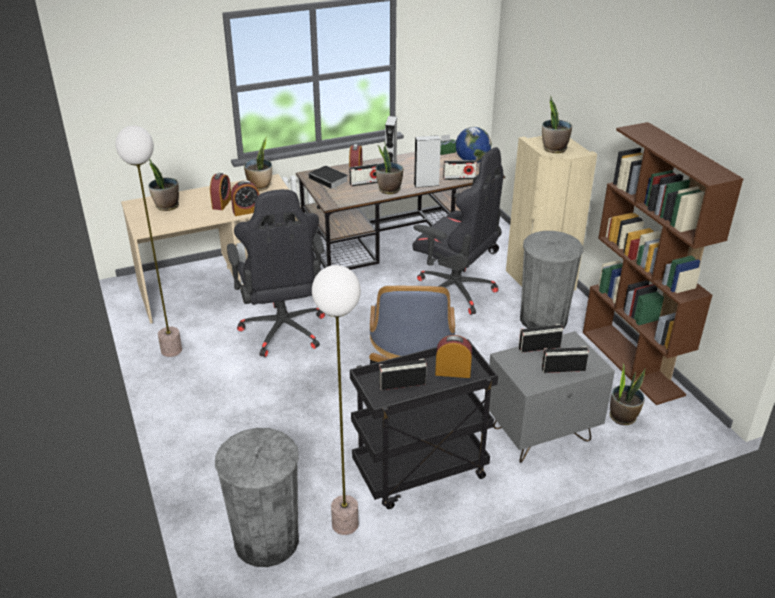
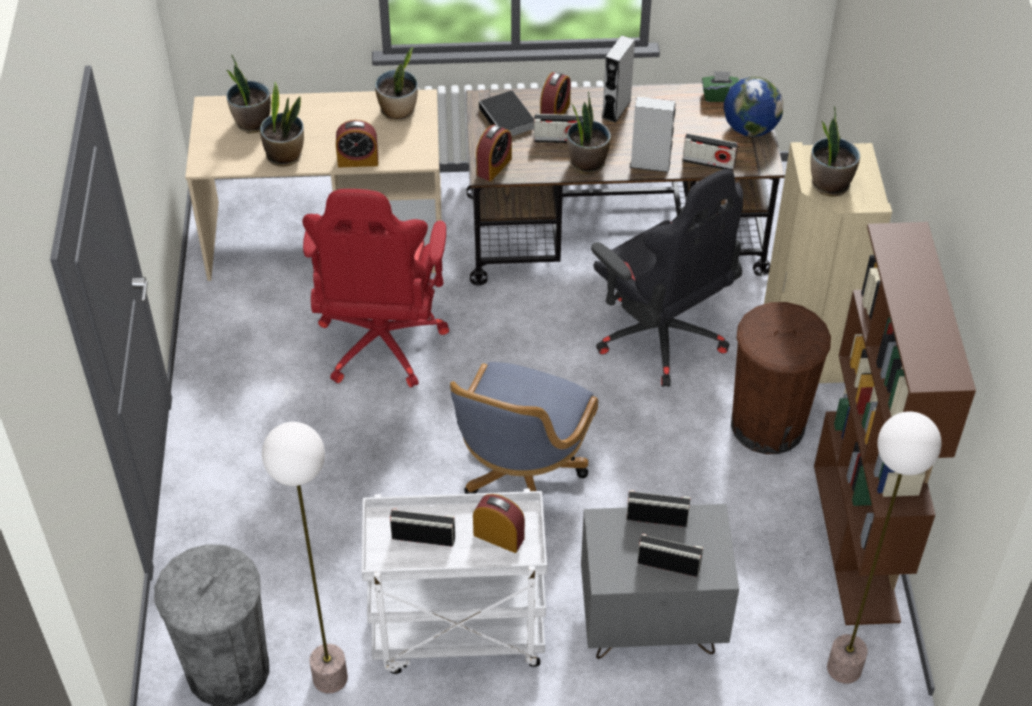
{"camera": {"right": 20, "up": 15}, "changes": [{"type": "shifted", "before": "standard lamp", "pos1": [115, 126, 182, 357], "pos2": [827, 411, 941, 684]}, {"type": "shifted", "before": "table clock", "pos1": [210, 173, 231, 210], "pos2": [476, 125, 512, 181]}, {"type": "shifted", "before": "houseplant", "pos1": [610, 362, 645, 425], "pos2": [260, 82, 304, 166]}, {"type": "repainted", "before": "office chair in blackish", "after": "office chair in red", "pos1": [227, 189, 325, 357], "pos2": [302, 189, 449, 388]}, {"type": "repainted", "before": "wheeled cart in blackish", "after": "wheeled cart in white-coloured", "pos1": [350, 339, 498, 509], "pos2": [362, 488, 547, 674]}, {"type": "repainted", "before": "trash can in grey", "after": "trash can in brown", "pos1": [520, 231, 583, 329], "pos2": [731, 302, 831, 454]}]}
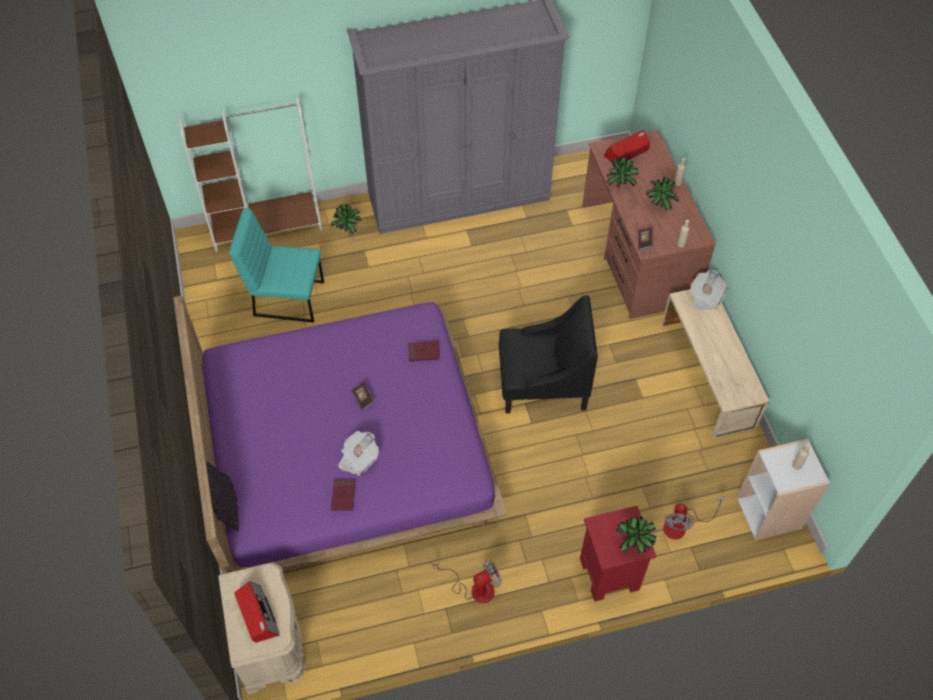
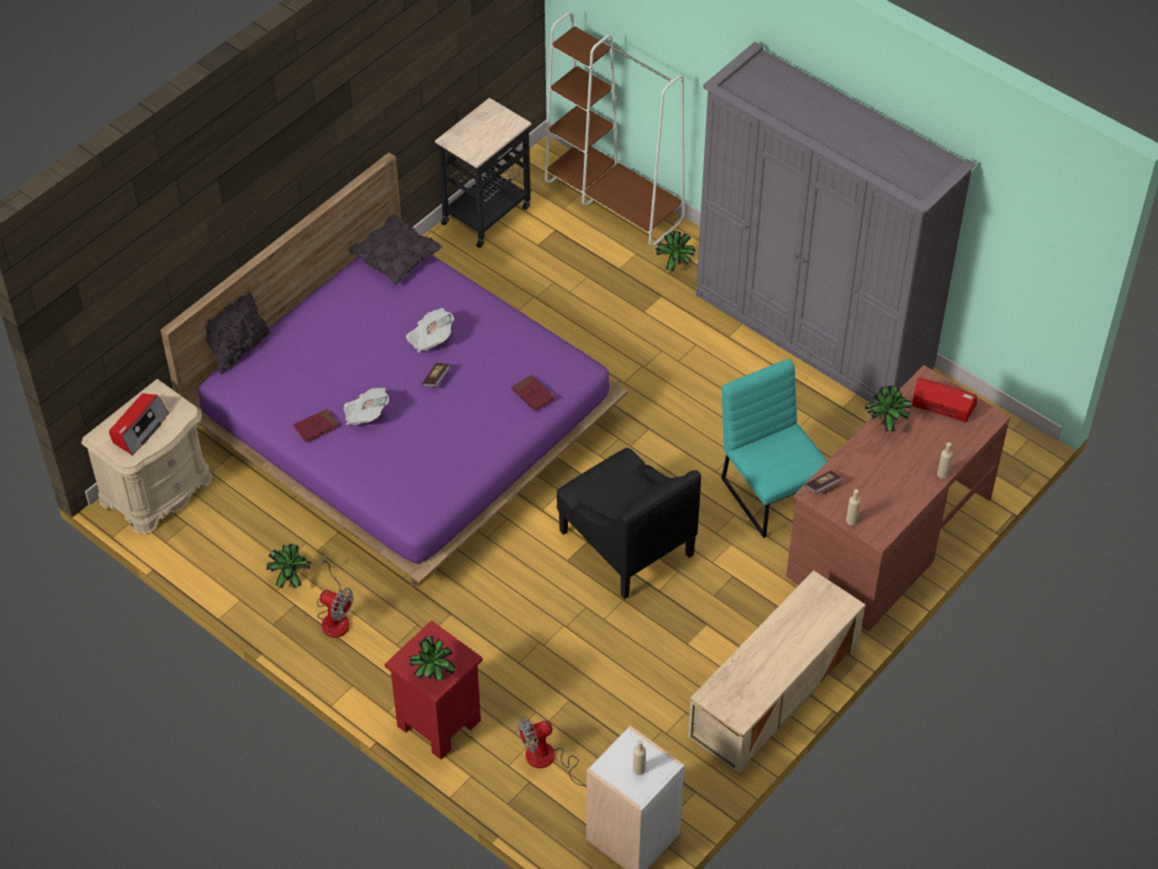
{"camera": {"right": 55, "up": -5}, "changes": [{"type": "new", "after": "throw pillow in blackish", "pos2": [348, 214, 442, 285]}, {"type": "new", "after": "wheeled cart", "pos2": [435, 98, 532, 248]}, {"type": "shifted", "before": "upright chair in turquoise-coloured", "pos1": [229, 208, 324, 323], "pos2": [721, 359, 827, 538]}, {"type": "shifted", "before": "houseplant", "pos1": [646, 177, 679, 211], "pos2": [267, 544, 311, 589]}, {"type": "shifted", "before": "newspaper", "pos1": [690, 270, 728, 310], "pos2": [406, 308, 454, 353]}]}
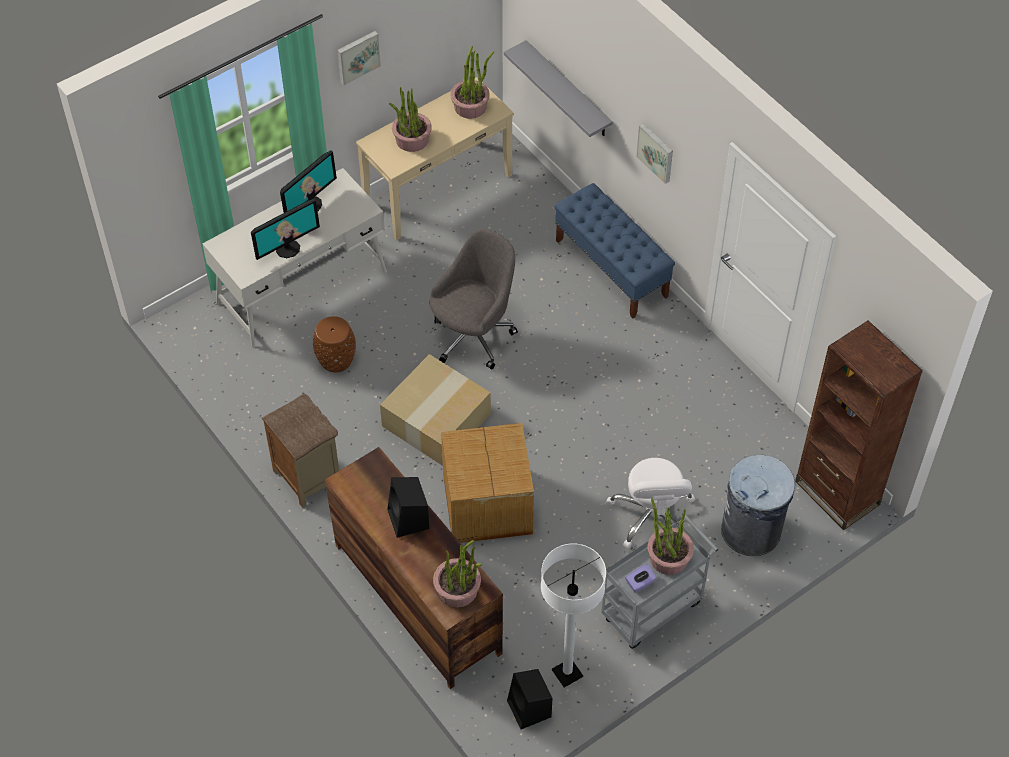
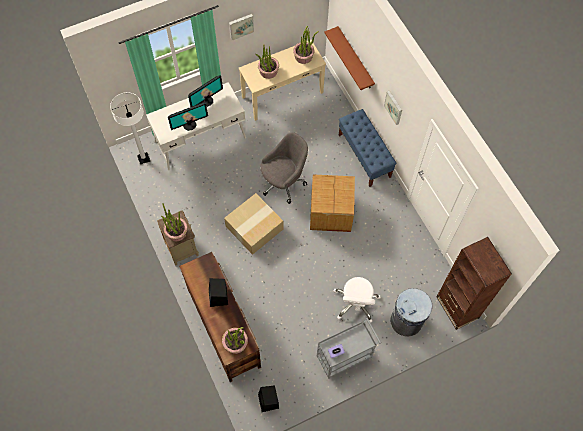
{"camera": {"right": 10, "up": 10}, "changes": [{"type": "gone", "before": "stool seat in brown", "pos1": [313, 316, 356, 372]}, {"type": "shifted", "before": "carton", "pos1": [441, 423, 534, 543], "pos2": [310, 174, 355, 232]}, {"type": "shifted", "before": "standard lamp in white-coloured", "pos1": [541, 543, 606, 687], "pos2": [110, 92, 150, 164]}, {"type": "shifted", "before": "houseplant", "pos1": [648, 498, 694, 575], "pos2": [161, 203, 188, 241]}, {"type": "repainted", "before": "wall shelf in grey", "after": "wall shelf in brown", "pos1": [504, 40, 613, 137], "pos2": [324, 26, 375, 90]}]}
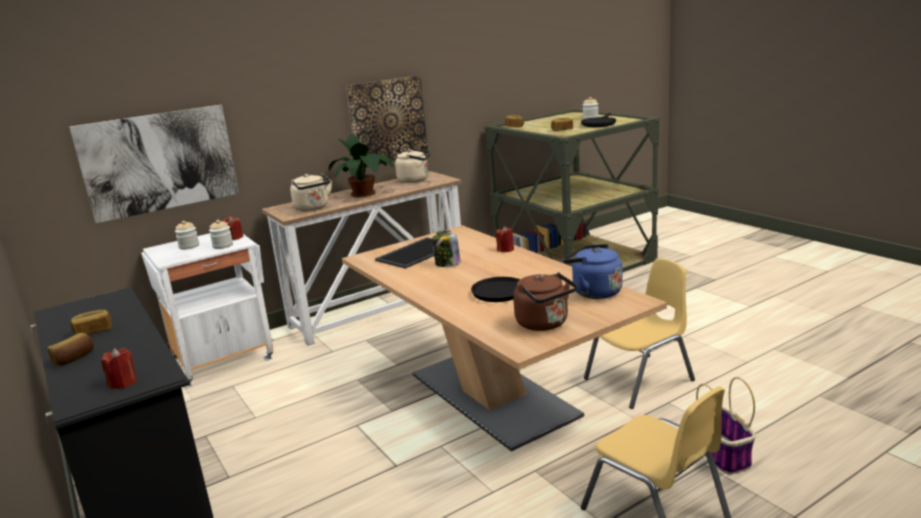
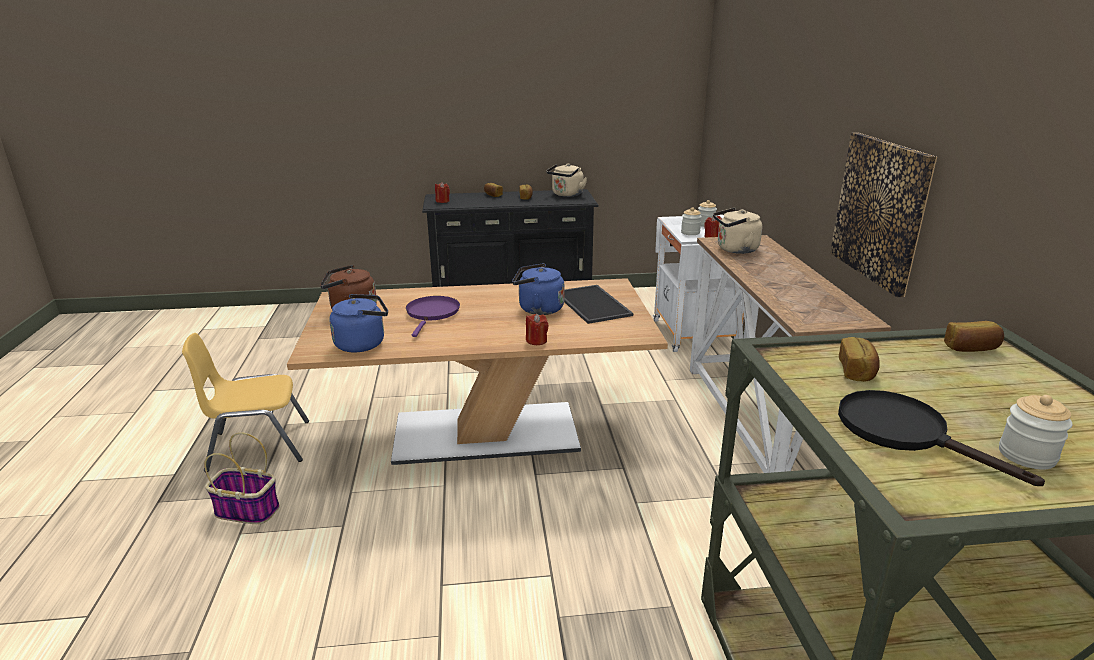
{"camera": {"right": 115, "up": 5}, "changes": [{"type": "gone", "before": "picture", "pos1": [69, 105, 239, 223]}, {"type": "gone", "before": "houseplant", "pos1": [329, 123, 394, 197]}, {"type": "gone", "before": "upright chair in yellow", "pos1": [584, 258, 695, 409]}, {"type": "shifted", "before": "tea kettle in beige", "pos1": [395, 149, 431, 183], "pos2": [546, 163, 587, 197]}, {"type": "swapped", "before": "jar", "after": "tea kettle in blue", "pos1": [432, 230, 460, 267], "pos2": [512, 263, 565, 315]}, {"type": "repainted", "before": "skillet in blackish", "after": "skillet in purplish", "pos1": [471, 274, 558, 302], "pos2": [406, 296, 460, 337]}]}
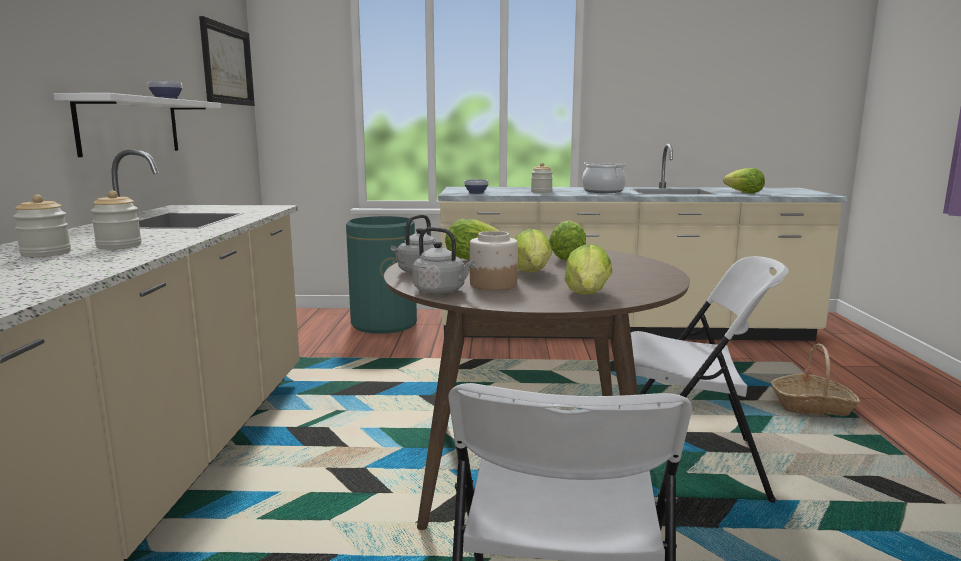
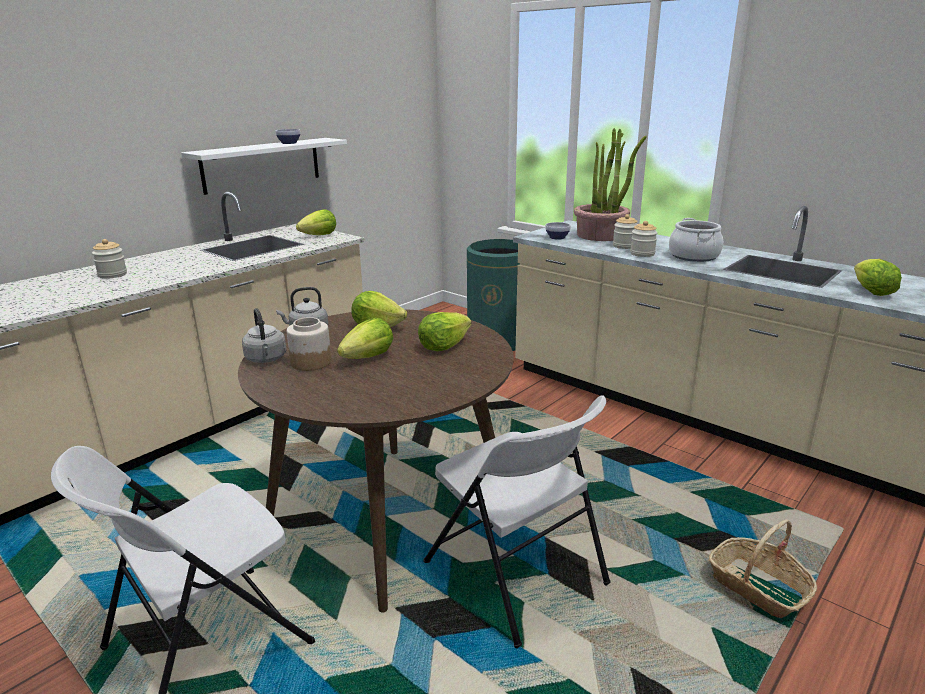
{"camera": {"right": 40, "up": 10}, "changes": [{"type": "gone", "before": "picture", "pos1": [199, 16, 255, 106]}, {"type": "new", "after": "houseplant", "pos2": [574, 128, 647, 241]}, {"type": "shifted", "before": "jar", "pos1": [91, 191, 142, 249], "pos2": [630, 221, 658, 257]}, {"type": "shifted", "before": "lettuce head", "pos1": [565, 244, 612, 295], "pos2": [296, 209, 336, 235]}]}
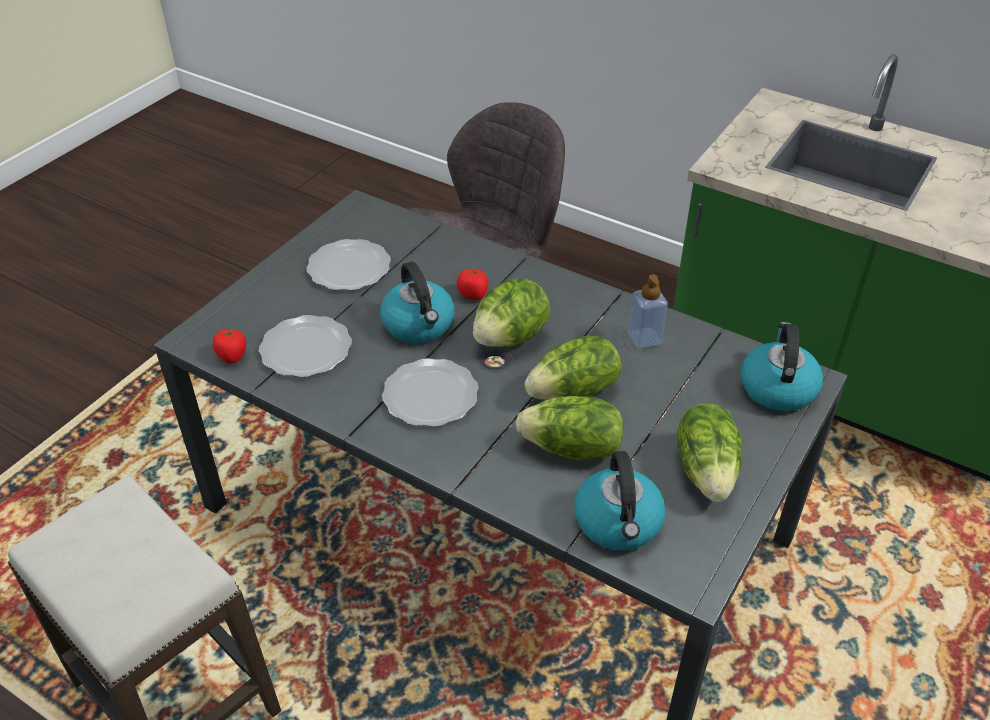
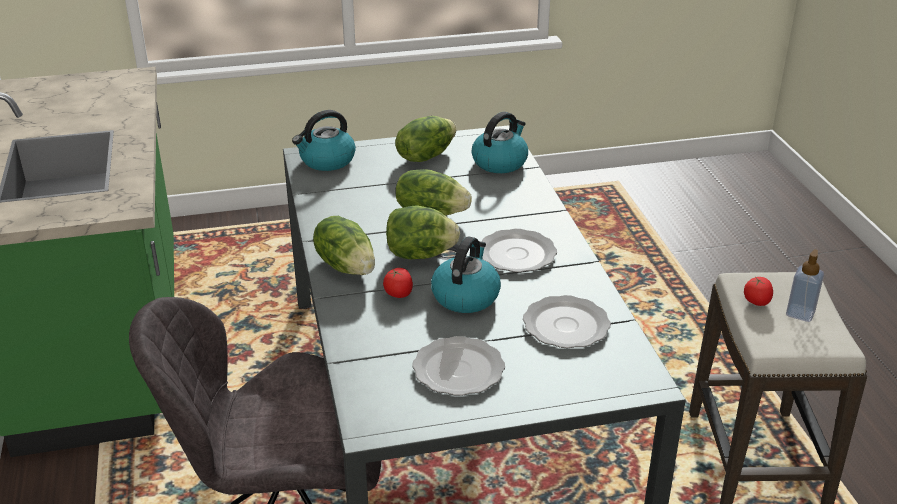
{"camera": {"right": -135, "up": -10}, "changes": [{"type": "shifted", "before": "tomato", "pos1": [213, 329, 246, 363], "pos2": [744, 277, 773, 306]}, {"type": "shifted", "before": "lettuce head", "pos1": [516, 396, 624, 460], "pos2": [313, 216, 375, 275]}, {"type": "shifted", "before": "liquid soap bottle", "pos1": [628, 274, 668, 348], "pos2": [786, 249, 824, 322]}]}
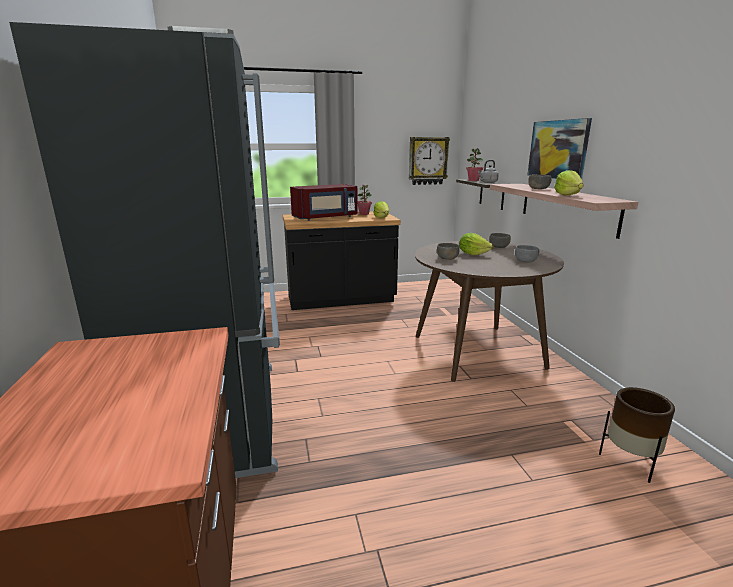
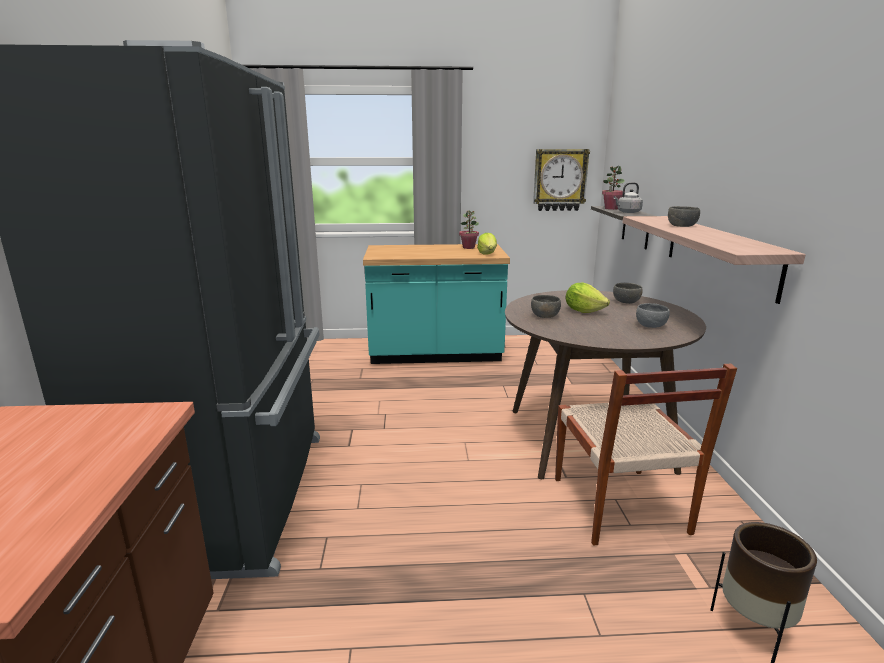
{"camera": {"right": 10, "up": 0}, "changes": [{"type": "gone", "before": "microwave in red", "pos1": [290, 184, 358, 221]}, {"type": "gone", "before": "picture", "pos1": [528, 118, 592, 179]}, {"type": "gone", "before": "lettuce head", "pos1": [554, 170, 583, 196]}, {"type": "new", "after": "upright chair", "pos2": [555, 364, 737, 546]}, {"type": "repainted", "before": "counter in blackish", "after": "counter in turquoise-coloured", "pos1": [283, 211, 401, 310], "pos2": [363, 244, 510, 364]}]}
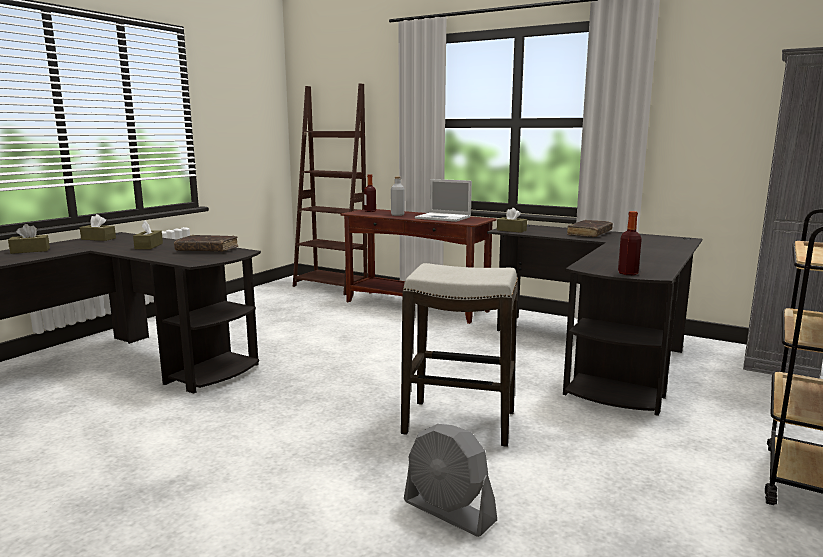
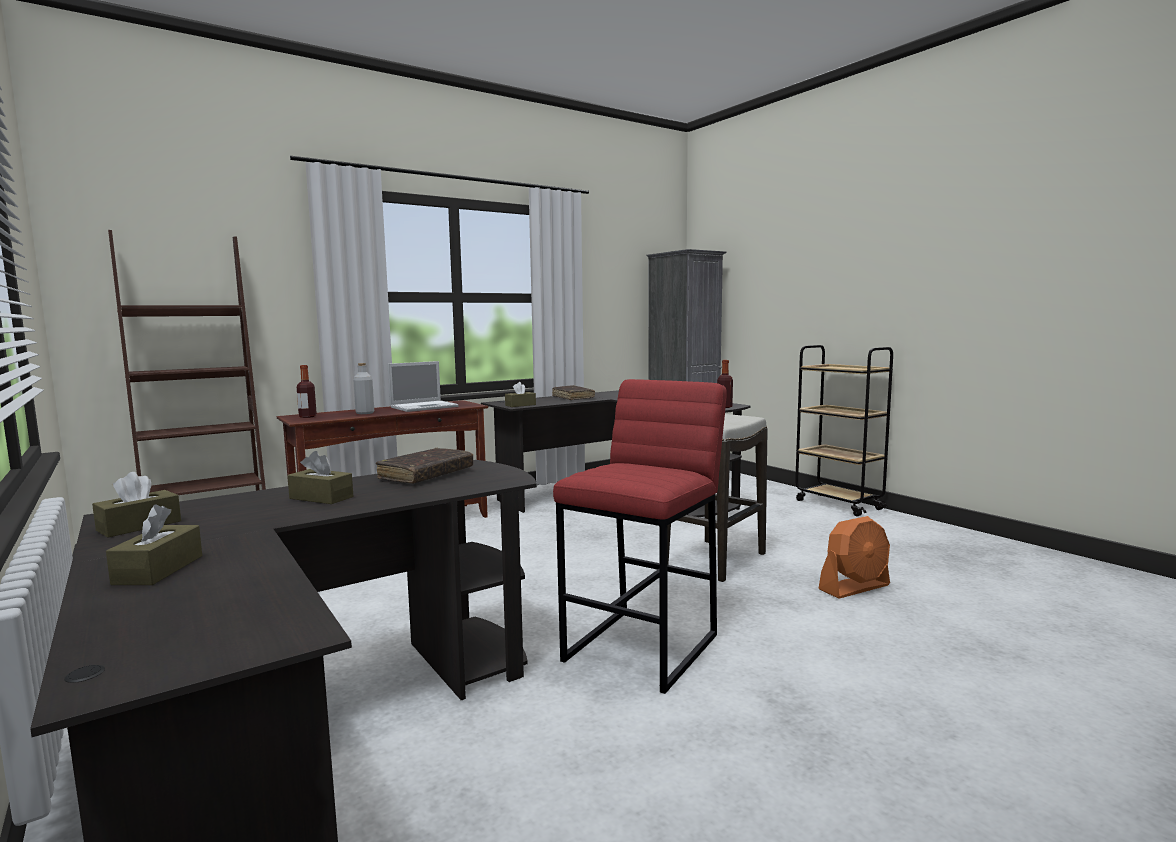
{"camera": {"right": -65, "up": -5}, "changes": [{"type": "new", "after": "stool seat in red", "pos2": [553, 379, 727, 694]}, {"type": "repainted", "before": "cooling fan in grey", "after": "cooling fan in orangey", "pos1": [404, 424, 497, 537], "pos2": [818, 516, 890, 599]}]}
